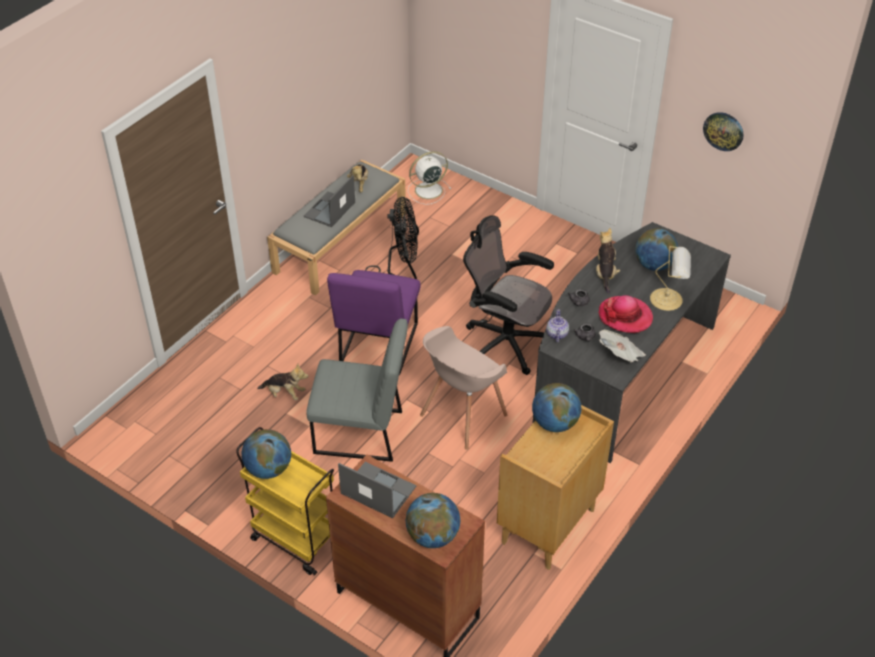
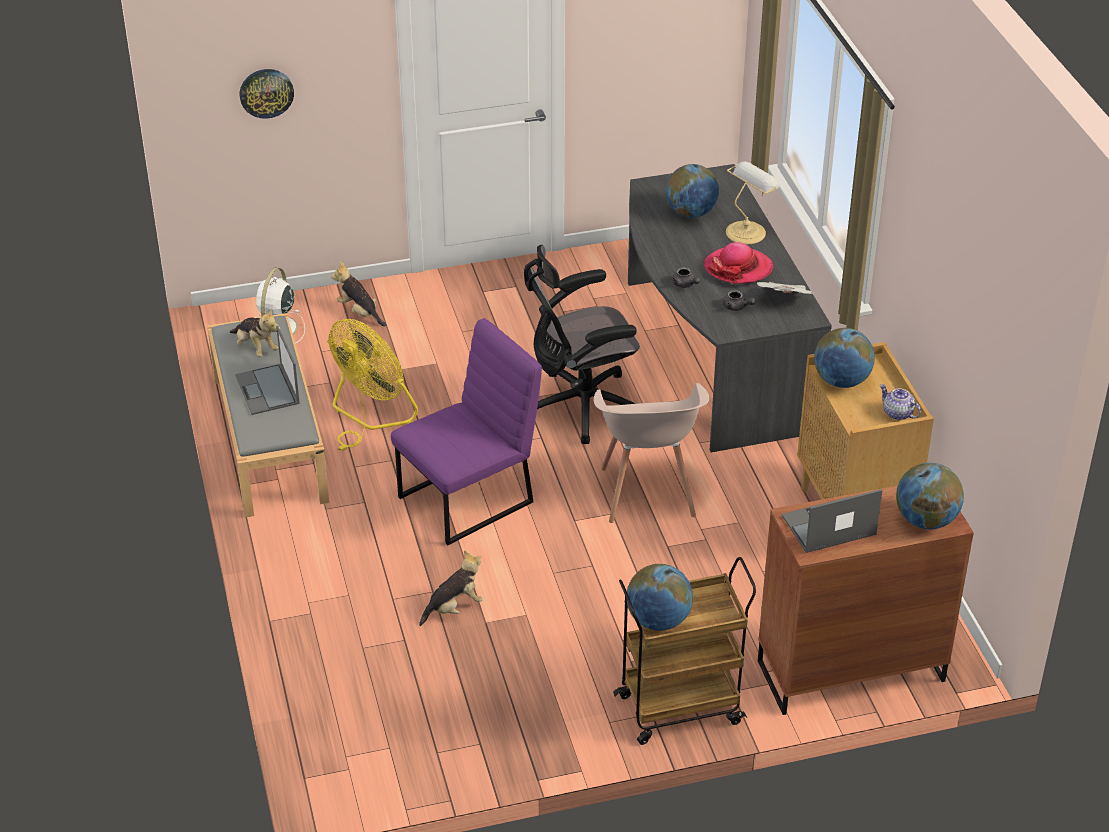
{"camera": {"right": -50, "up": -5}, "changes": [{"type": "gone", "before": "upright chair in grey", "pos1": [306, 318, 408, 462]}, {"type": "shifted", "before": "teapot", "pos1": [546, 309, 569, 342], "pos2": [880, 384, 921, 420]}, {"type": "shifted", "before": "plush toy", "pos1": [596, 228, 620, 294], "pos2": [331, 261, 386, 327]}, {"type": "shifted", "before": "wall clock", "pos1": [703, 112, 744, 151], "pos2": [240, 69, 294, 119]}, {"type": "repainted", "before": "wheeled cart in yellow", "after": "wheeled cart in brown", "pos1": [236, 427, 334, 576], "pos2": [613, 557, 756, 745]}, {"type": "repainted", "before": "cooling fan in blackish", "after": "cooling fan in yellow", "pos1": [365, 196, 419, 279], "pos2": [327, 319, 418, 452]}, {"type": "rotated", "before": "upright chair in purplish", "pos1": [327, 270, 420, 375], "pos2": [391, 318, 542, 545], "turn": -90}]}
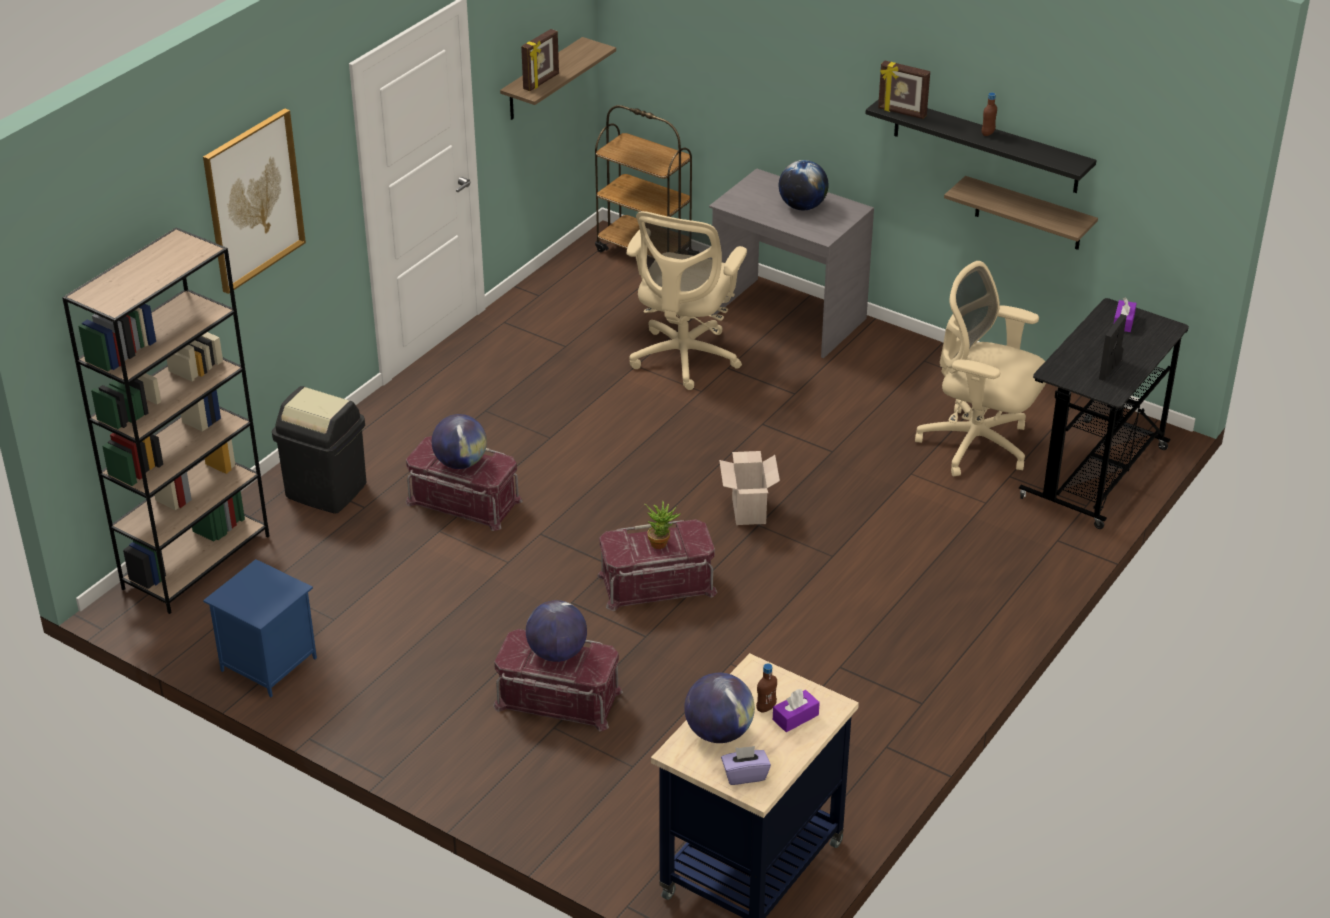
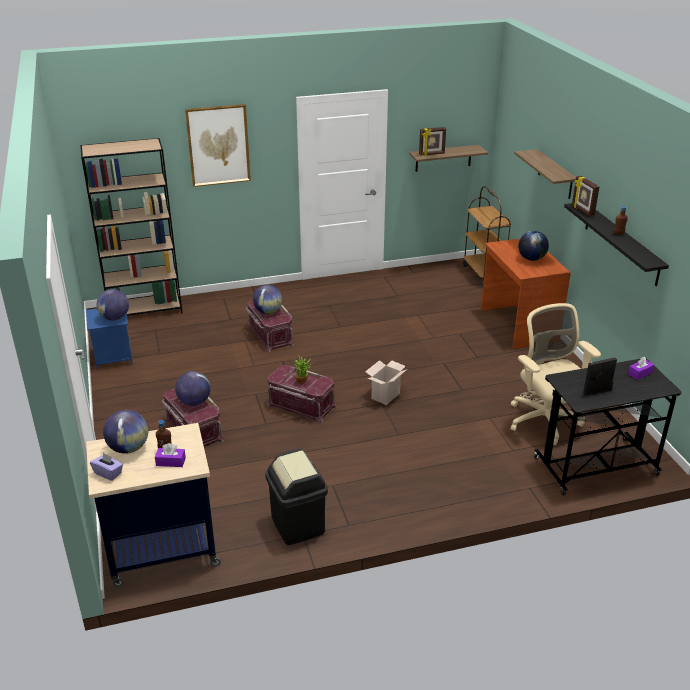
{"camera": {"right": 40, "up": -5}, "changes": [{"type": "gone", "before": "office chair in beige", "pos1": [627, 211, 747, 390]}, {"type": "new", "after": "globe", "pos2": [97, 289, 129, 321]}, {"type": "shifted", "before": "trash can in blackish", "pos1": [272, 386, 366, 514], "pos2": [265, 449, 328, 545]}, {"type": "shifted", "before": "wall shelf", "pos1": [944, 176, 1098, 250], "pos2": [514, 149, 576, 199]}, {"type": "repainted", "before": "desk table in grey", "after": "desk table in brown", "pos1": [709, 168, 874, 358], "pos2": [481, 239, 571, 349]}]}
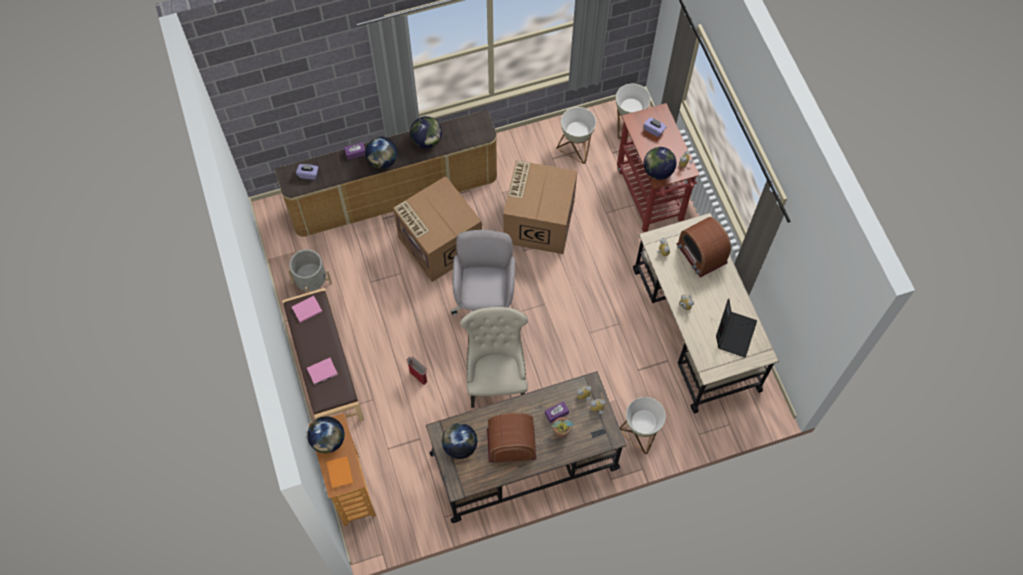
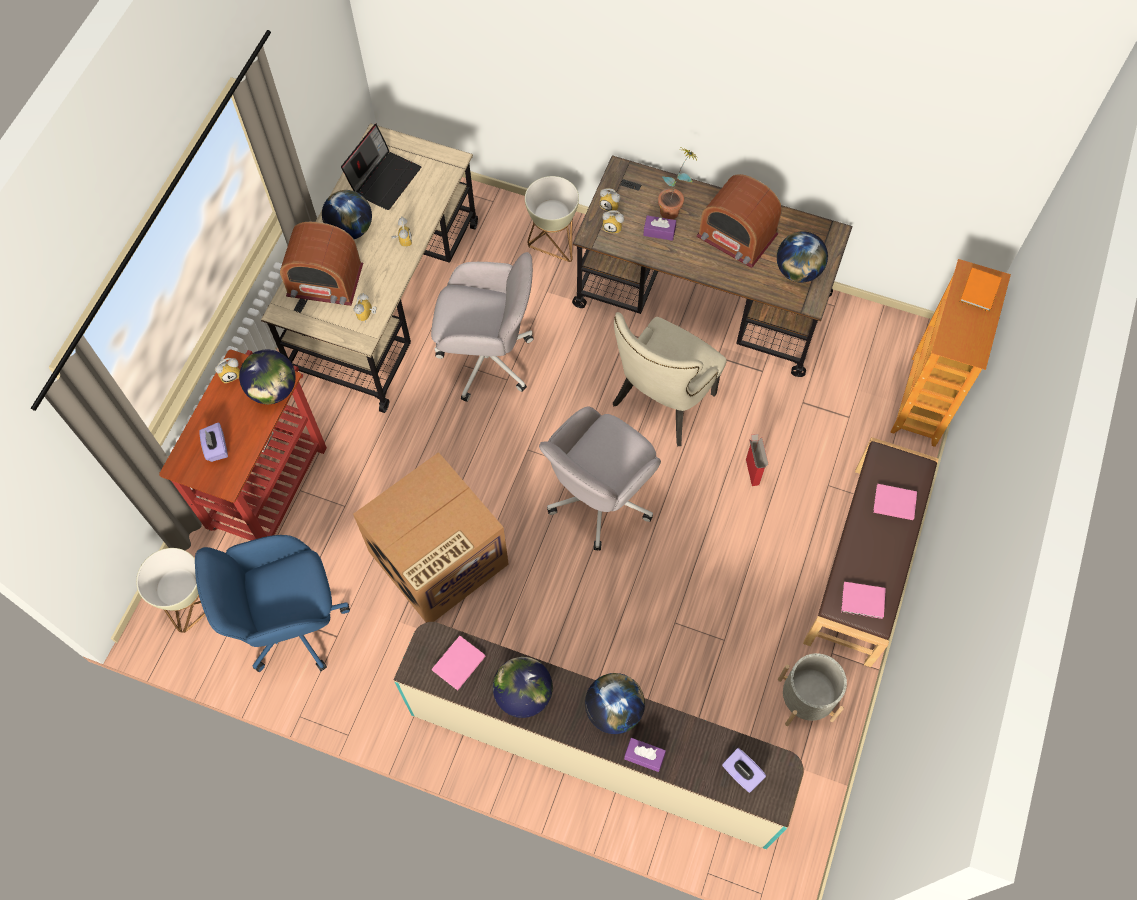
{"camera": {"right": -140, "up": 0}, "changes": [{"type": "gone", "before": "carton", "pos1": [393, 176, 482, 282]}, {"type": "new", "after": "office chair in grey", "pos2": [431, 252, 534, 402]}, {"type": "new", "after": "book in pink-coloured", "pos2": [432, 635, 486, 691]}, {"type": "shifted", "before": "globe", "pos1": [307, 416, 345, 453], "pos2": [322, 190, 372, 239]}, {"type": "swapped", "before": "flower pot", "after": "office chair in blue", "pos1": [556, 107, 596, 164], "pos2": [195, 535, 350, 672]}, {"type": "repainted", "before": "cabinet in brown", "after": "cabinet in turquoise-coloured", "pos1": [275, 110, 497, 237], "pos2": [393, 622, 804, 849]}, {"type": "rotated", "before": "radio", "pos1": [676, 217, 731, 278], "pos2": [280, 222, 363, 306], "turn": 90}, {"type": "rotated", "before": "laptop", "pos1": [716, 299, 757, 358], "pos2": [341, 124, 421, 210], "turn": 150}]}
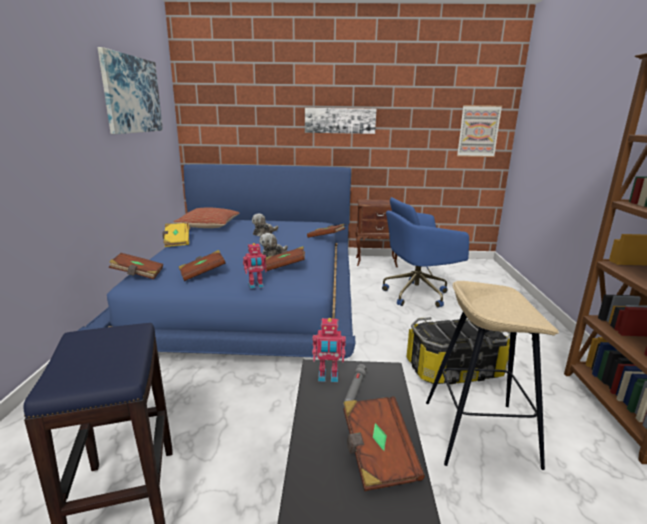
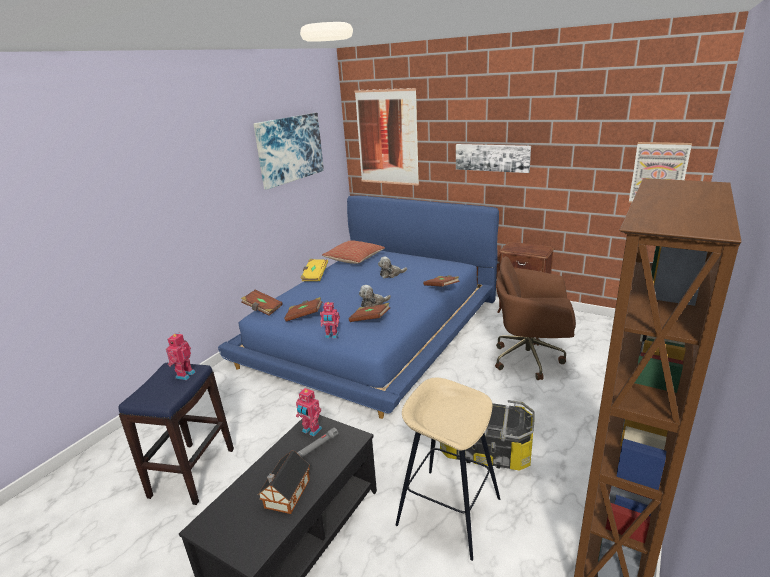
{"camera": {"right": 30, "up": 5}, "changes": [{"type": "new", "after": "toy robot", "pos2": [166, 332, 195, 380]}, {"type": "new", "after": "picture", "pos2": [354, 88, 419, 186]}, {"type": "swapped", "before": "book in brown", "after": "miniature house", "pos1": [343, 396, 425, 491], "pos2": [258, 451, 310, 514]}, {"type": "repainted", "before": "office chair in blue", "after": "office chair in brown", "pos1": [382, 197, 469, 308], "pos2": [495, 256, 576, 380]}]}
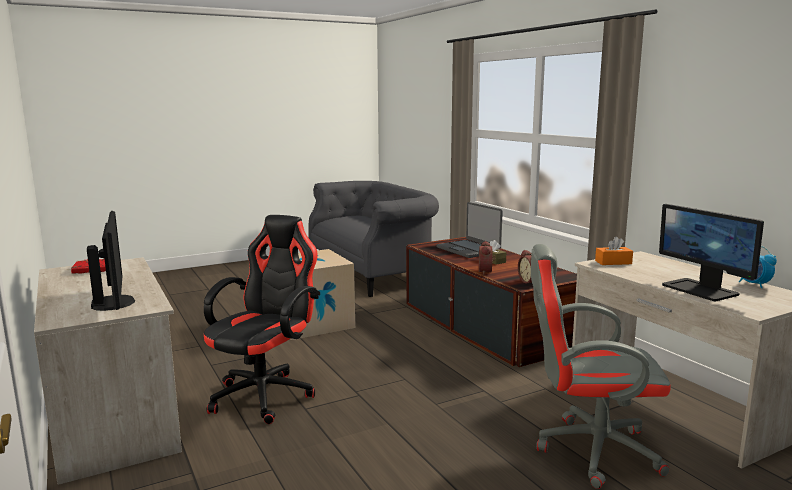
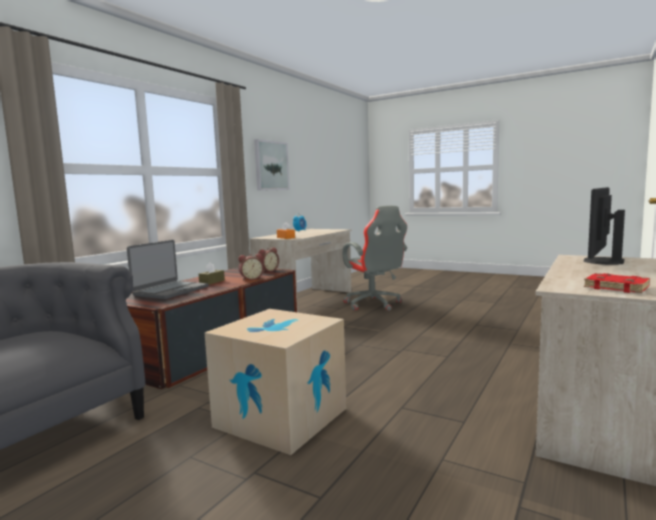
{"camera": {"right": -120, "up": -5}, "changes": [{"type": "gone", "before": "office chair in blackish", "pos1": [204, 215, 320, 424]}, {"type": "gone", "before": "computer screen", "pos1": [659, 204, 764, 301]}, {"type": "new", "after": "picture", "pos2": [254, 139, 290, 191]}]}
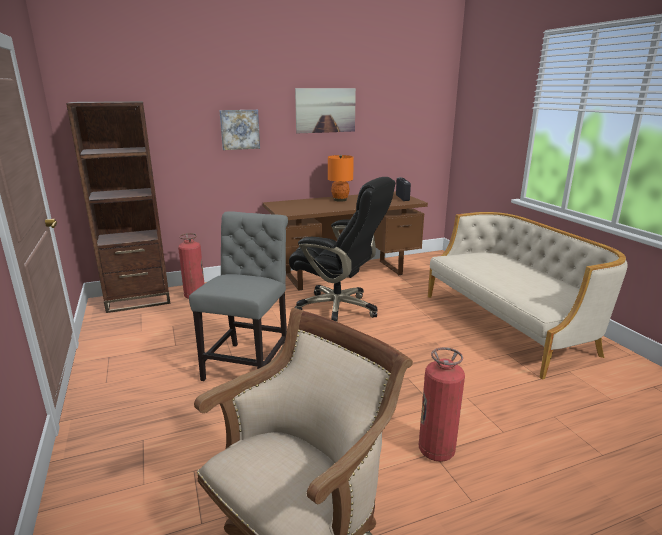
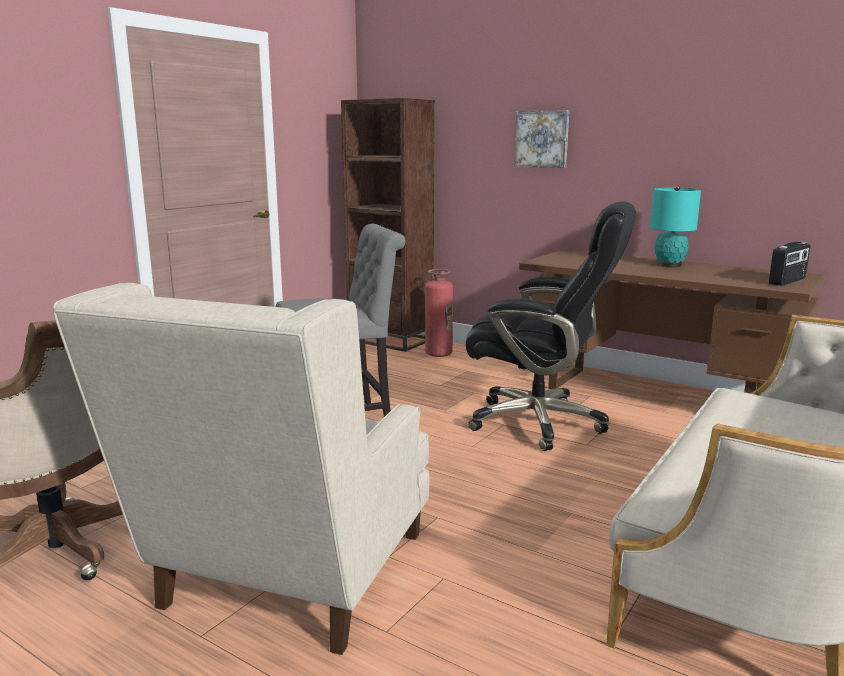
{"camera": {"right": 55, "up": -5}, "changes": [{"type": "gone", "before": "picture", "pos1": [295, 88, 356, 133]}, {"type": "swapped", "before": "fire extinguisher", "after": "armchair in beige", "pos1": [419, 347, 465, 462], "pos2": [53, 283, 429, 655]}, {"type": "repainted", "before": "lamp for a table in orangey", "after": "lamp for a table in turquoise-coloured", "pos1": [328, 155, 354, 202], "pos2": [650, 186, 701, 267]}, {"type": "rotated", "before": "office chair in blackish", "pos1": [289, 177, 395, 322], "pos2": [466, 201, 636, 451], "turn": -60}]}
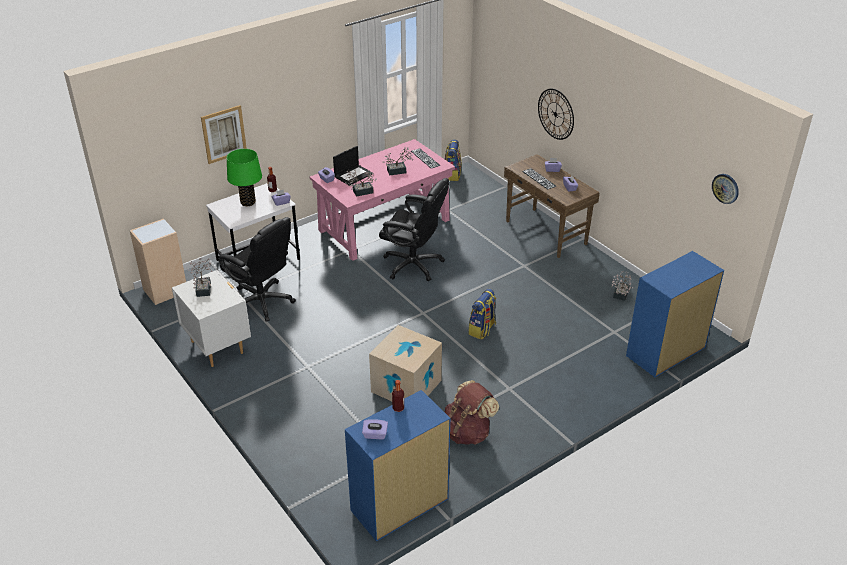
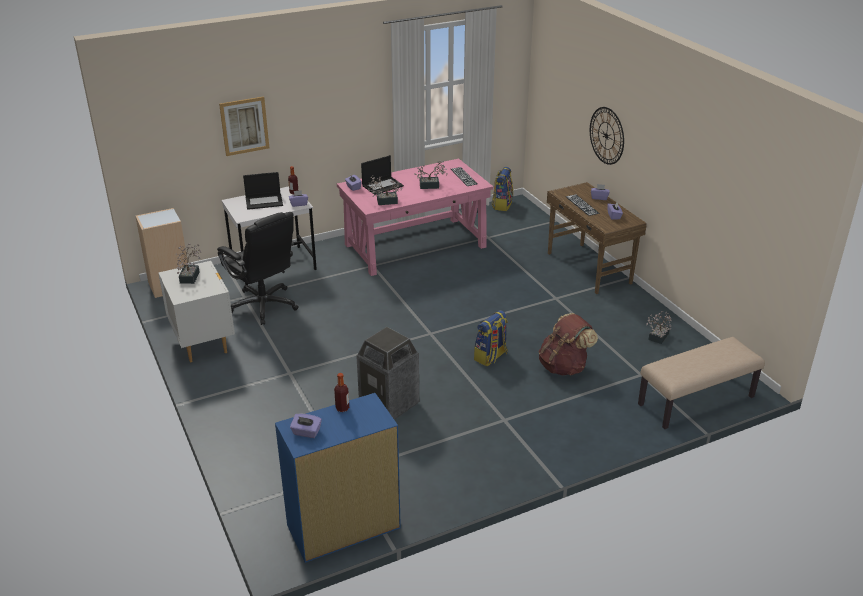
{"camera": {"right": 10, "up": -5}, "changes": [{"type": "gone", "before": "office chair in blackish", "pos1": [379, 178, 449, 281]}, {"type": "gone", "before": "wall clock", "pos1": [712, 174, 739, 204]}, {"type": "shifted", "before": "backpack in brown", "pos1": [444, 380, 499, 445], "pos2": [538, 313, 598, 375]}, {"type": "swapped", "before": "lamp for a table in green-coloured", "after": "laptop", "pos1": [227, 149, 262, 207], "pos2": [243, 172, 283, 210]}, {"type": "swapped", "before": "carton", "after": "trash can", "pos1": [369, 325, 442, 401], "pos2": [356, 327, 419, 420]}, {"type": "swapped", "before": "cabinet in blue", "after": "indoor bench in beige", "pos1": [626, 251, 724, 377], "pos2": [638, 337, 765, 429]}]}
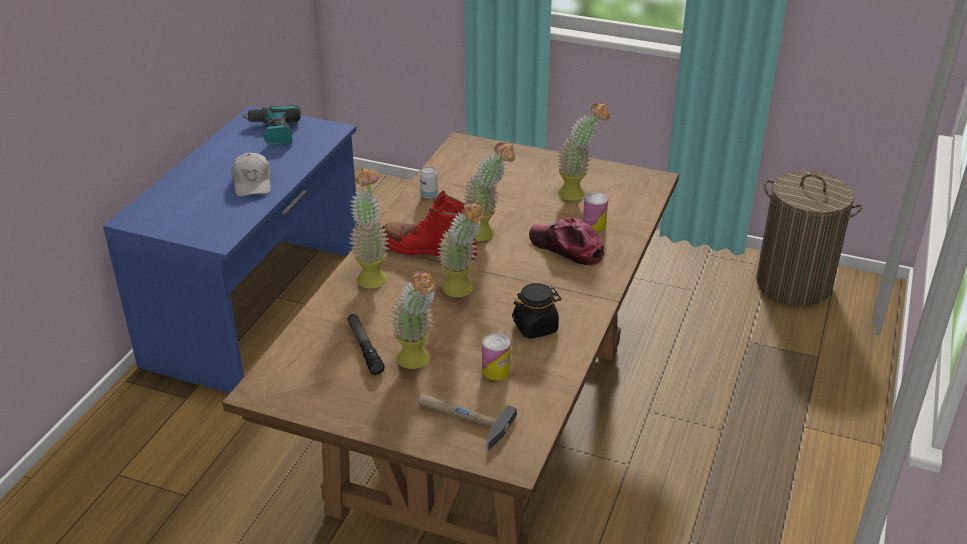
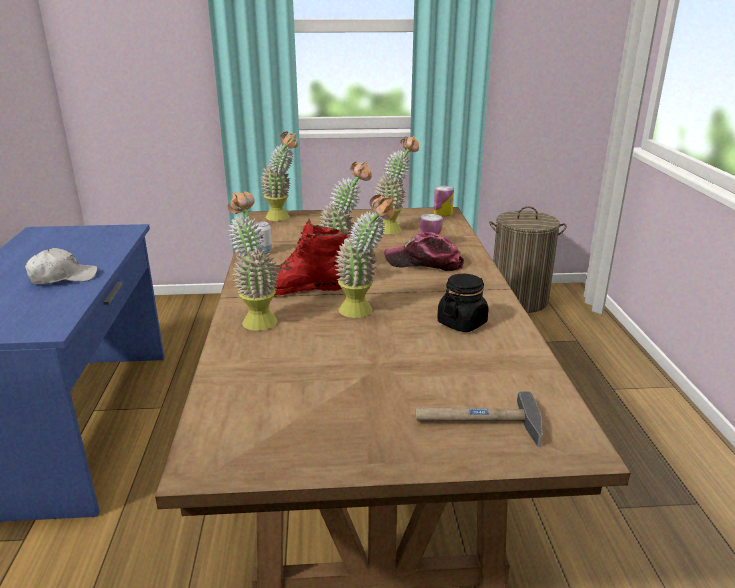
{"camera": {"right": -25, "up": -10}, "changes": [{"type": "gone", "before": "drill", "pos1": [242, 105, 301, 146]}, {"type": "gone", "before": "hand torch", "pos1": [347, 314, 385, 375]}, {"type": "shifted", "before": "houseplant", "pos1": [390, 269, 436, 369], "pos2": [260, 131, 298, 221]}, {"type": "shifted", "before": "sealed can", "pos1": [482, 333, 511, 381], "pos2": [434, 186, 454, 216]}, {"type": "rotated", "before": "cap in white-coloured", "pos1": [231, 153, 271, 197], "pos2": [25, 248, 97, 284], "turn": -75}]}
